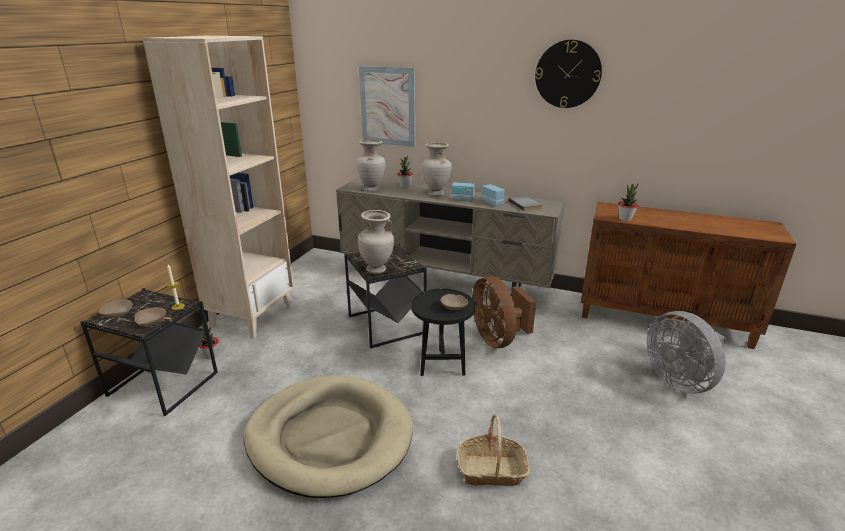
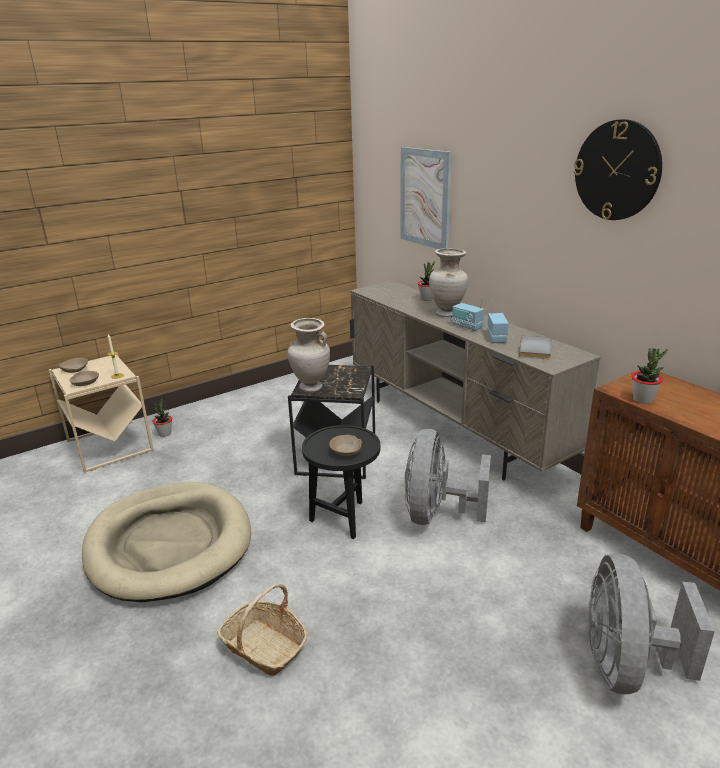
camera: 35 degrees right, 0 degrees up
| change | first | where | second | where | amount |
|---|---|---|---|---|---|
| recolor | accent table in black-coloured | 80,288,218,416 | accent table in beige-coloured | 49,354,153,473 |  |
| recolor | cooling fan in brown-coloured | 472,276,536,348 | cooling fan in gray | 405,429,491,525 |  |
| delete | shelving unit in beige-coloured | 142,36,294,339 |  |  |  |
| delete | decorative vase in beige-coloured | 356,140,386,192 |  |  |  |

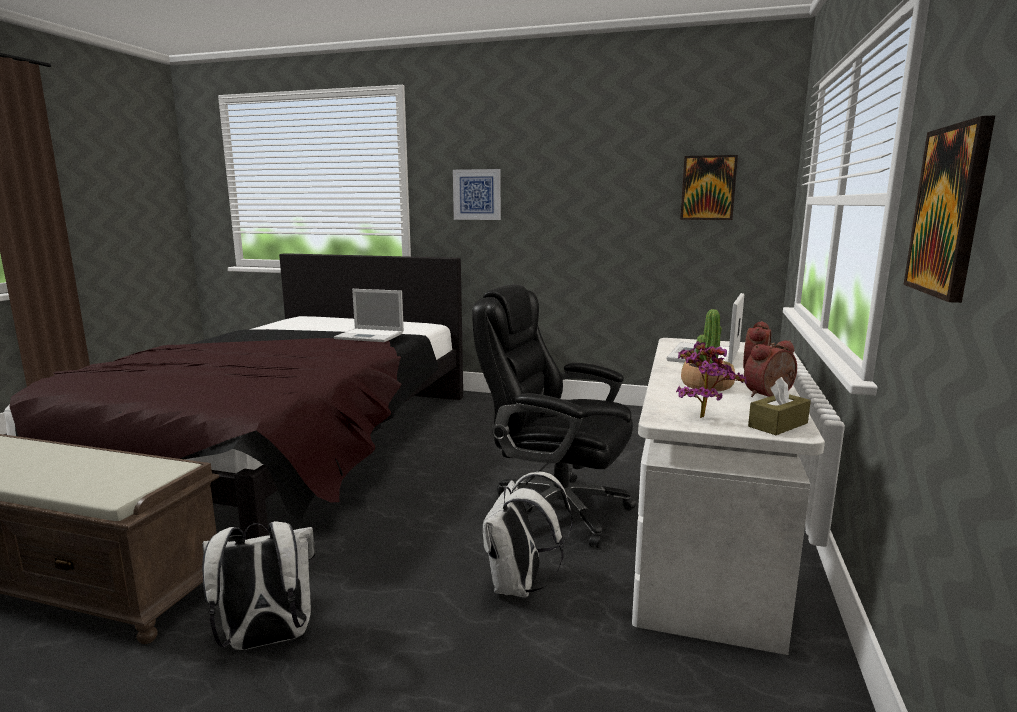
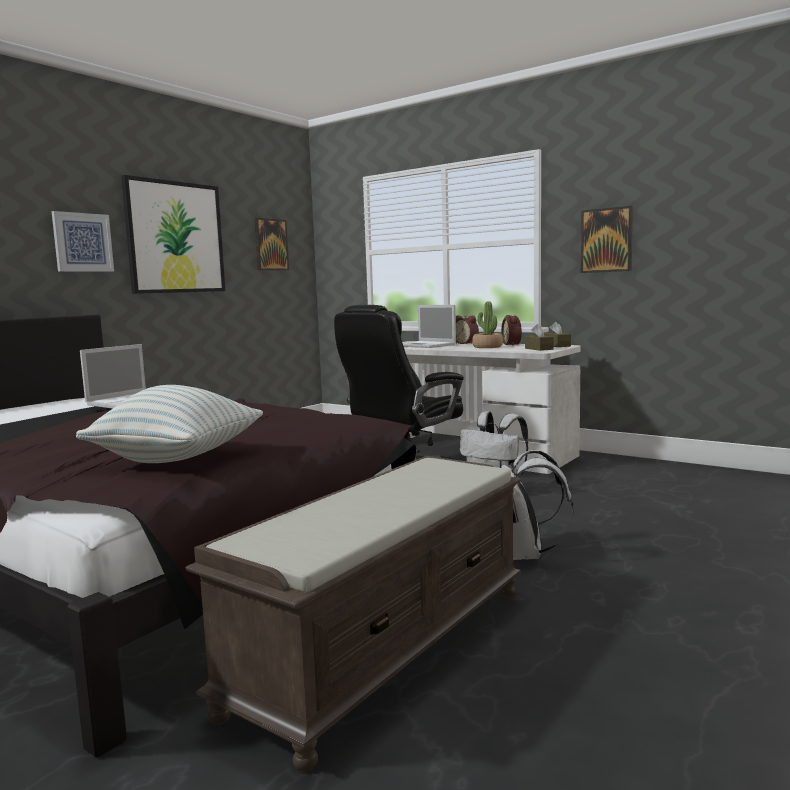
camera: 70 degrees left, 5 degrees down
| change | first | where | second | where | amount |
|---|---|---|---|---|---|
| insert |  |  | pillow | 76,385,263,463 |  |
| insert |  |  | wall picture | 121,175,225,294 |  |
| replace | plant in a pot | 676,341,747,418 | tissue box in brown-coloured | 525,324,554,351 |  |

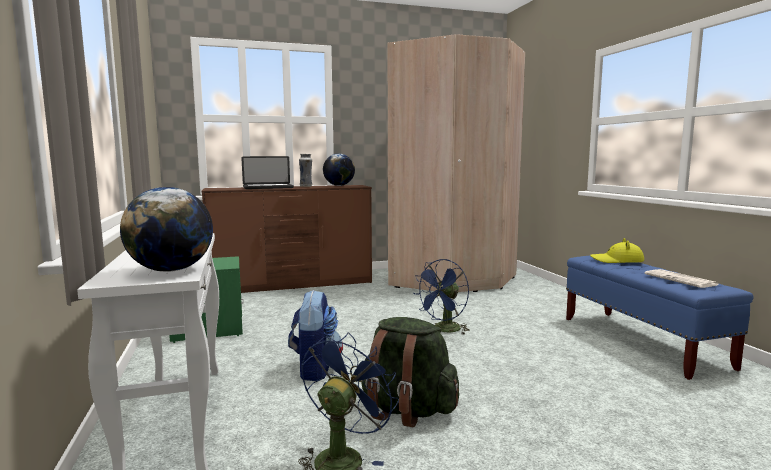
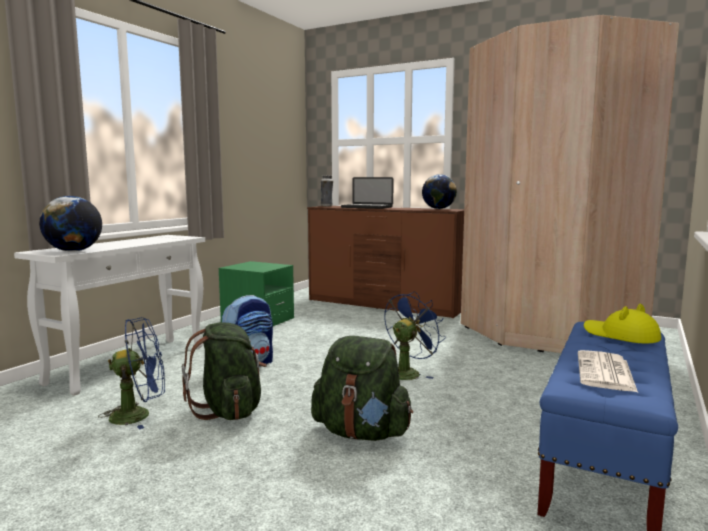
camera: 45 degrees right, 0 degrees up
| change | first | where | second | where | amount |
|---|---|---|---|---|---|
| insert |  |  | rucksack in green-coloured | 311,336,413,441 |  |
| move | decorative vase | 299,154,312,187 |  | 321,175,333,206 |  |
| rotate | cooling fan in blue | 414,259,470,335 |  | 384,291,446,380 | 135 degrees clockwise |

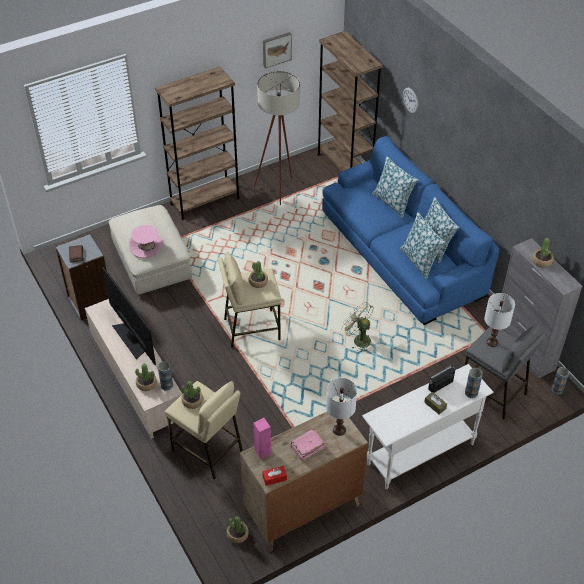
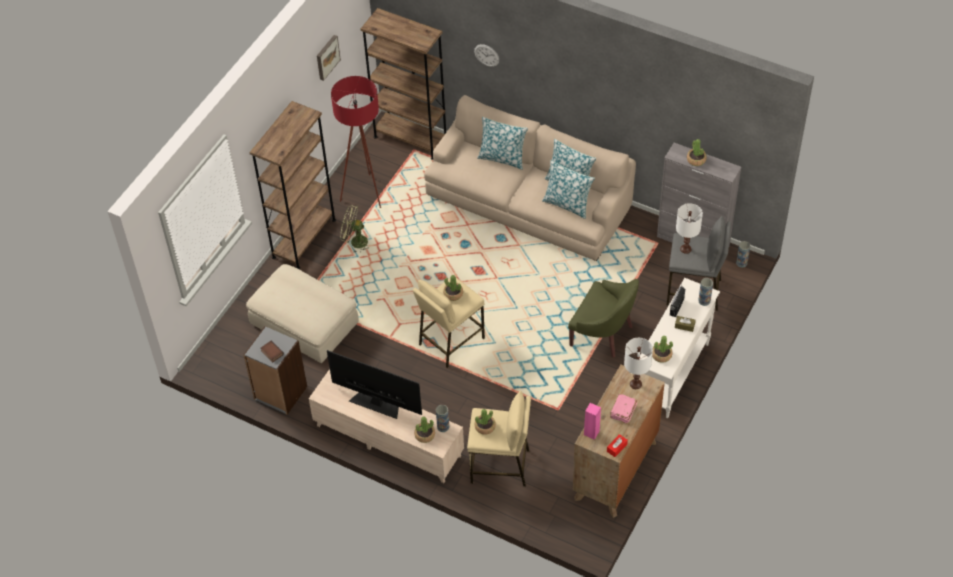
camera: 30 degrees left, 5 degrees up
| change | first | where | second | where | amount |
|---|---|---|---|---|---|
| recolor | standing lamp in beige-coloured | 254,71,300,205 | standing lamp in reddish | 331,76,381,208 |  |
| move | cooling fan in green-coloured | 342,302,373,351 |  | 340,205,369,253 |  |
| recolor | couch in blue | 322,136,499,325 | couch in beige-coloured | 424,95,636,261 |  |
| insert |  |  | lounge chair in green-coloured | 568,279,639,358 |  |
| move | plant in a pot | 227,516,249,543 |  | 652,336,673,363 |  |
| delete | clothing hat in pink-coloured | 129,225,164,258 |  |  |  |

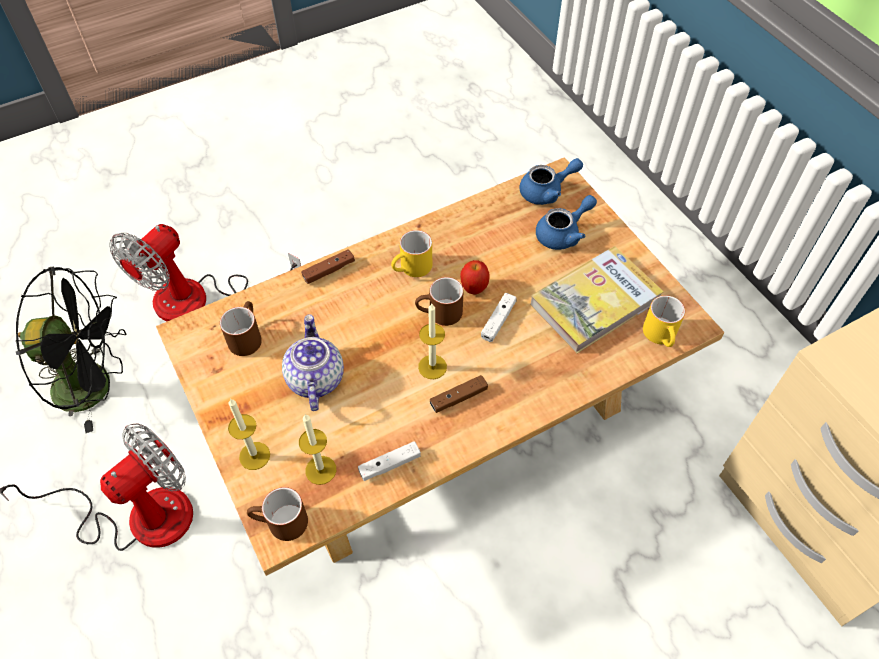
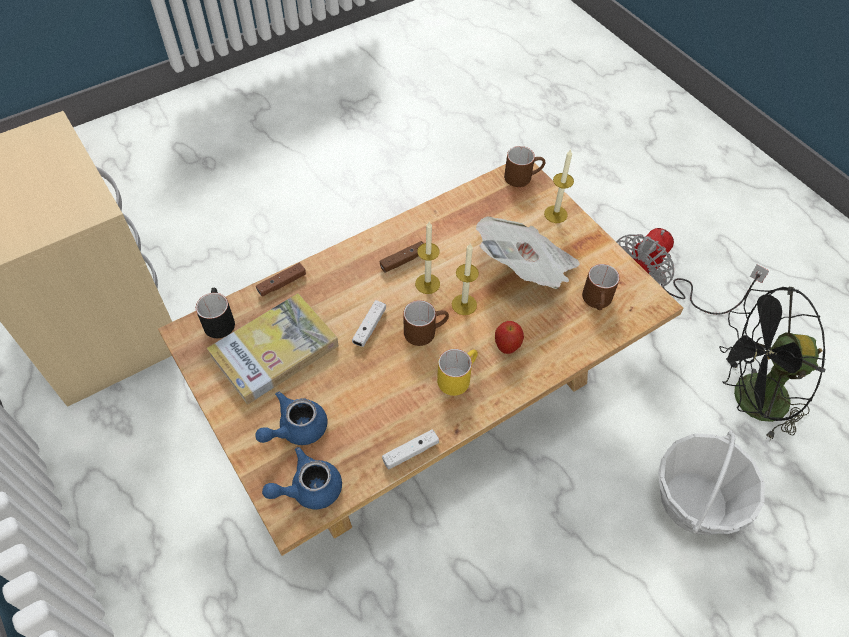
camera: 175 degrees right, 0 degrees up
| change | first | where | second | where | amount |
|---|---|---|---|---|---|
| recolor | tea mug in yellow-coloured | 643,295,685,347 | tea mug in black-coloured | 196,288,235,338 |  |
| move | game controller in brown-coloured | 301,249,355,284 |  | 256,263,306,297 |  |
| move | game controller in whitish | 358,441,421,481 |  | 382,429,439,469 |  |
| move | wax light | 299,414,336,485 |  | 452,244,479,315 |  |
| replace | teapot | 282,315,344,411 | printed paper | 476,216,580,289 |  |
| move | apple fruit | 460,260,490,295 |  | 495,321,524,354 |  |
| replace | cooling fan | 109,224,301,321 | basket | 658,431,765,535 |  |

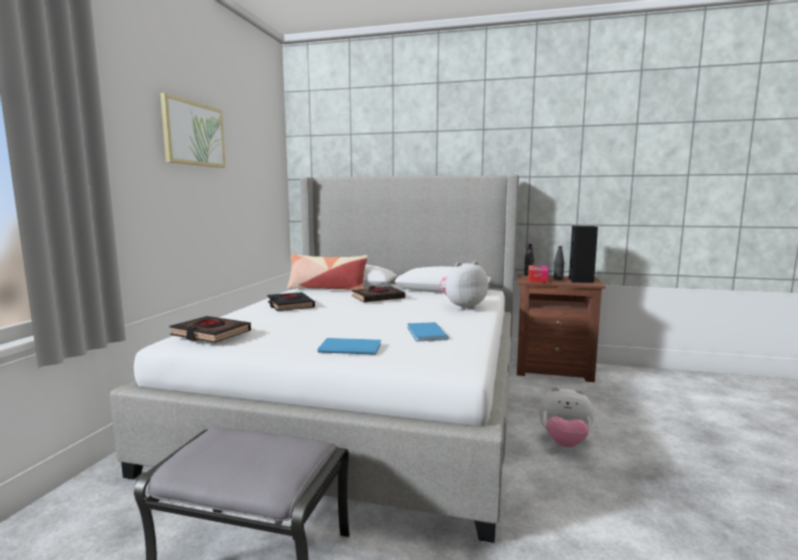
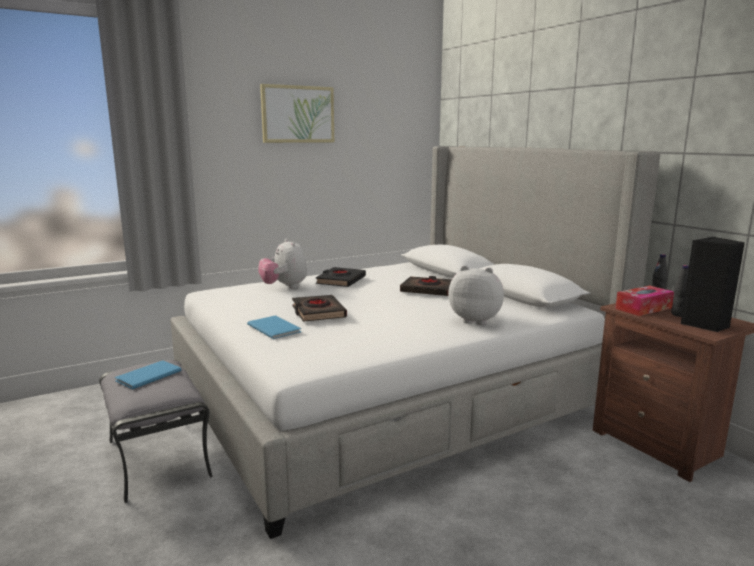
camera: 45 degrees right, 5 degrees up
| change | first | where | second | where | amount |
|---|---|---|---|---|---|
| move | volume in blue | 407,322,449,341 |  | 115,360,182,390 |  |
| move | plush toy | 539,386,594,447 |  | 258,239,307,288 |  |
| move | volume in black-coloured | 169,316,251,343 |  | 292,295,347,322 |  |
| delete | pillow | 287,254,368,290 |  |  |  |

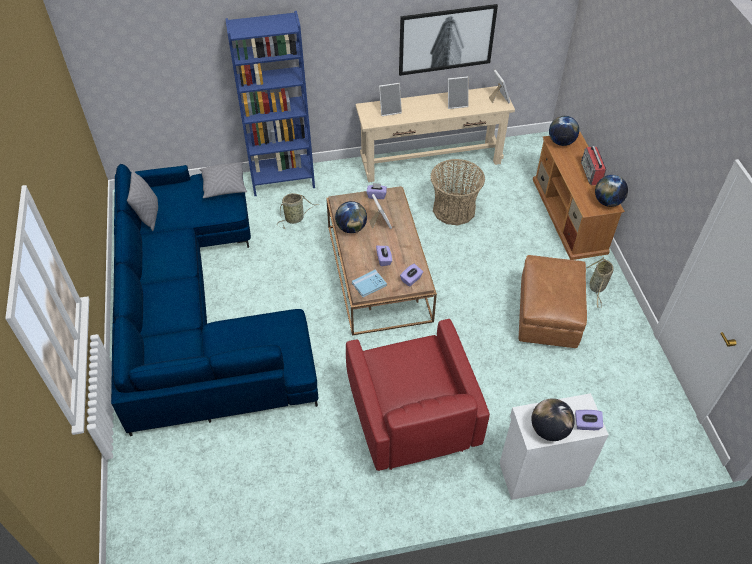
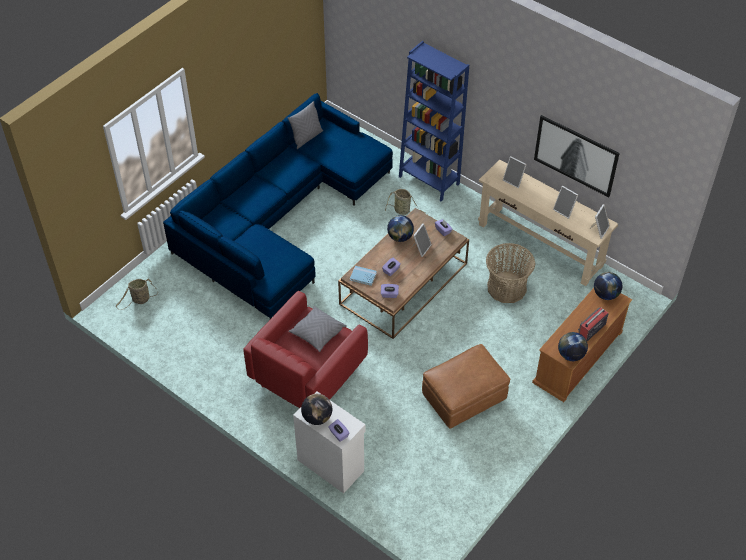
camera: 50 degrees right, 0 degrees up
| change | first | where | second | where | amount |
|---|---|---|---|---|---|
| move | basket | 586,257,614,308 |  | 115,279,158,310 |  |
| move | pillow in gray | 200,162,247,198 |  | 289,306,346,352 |  |

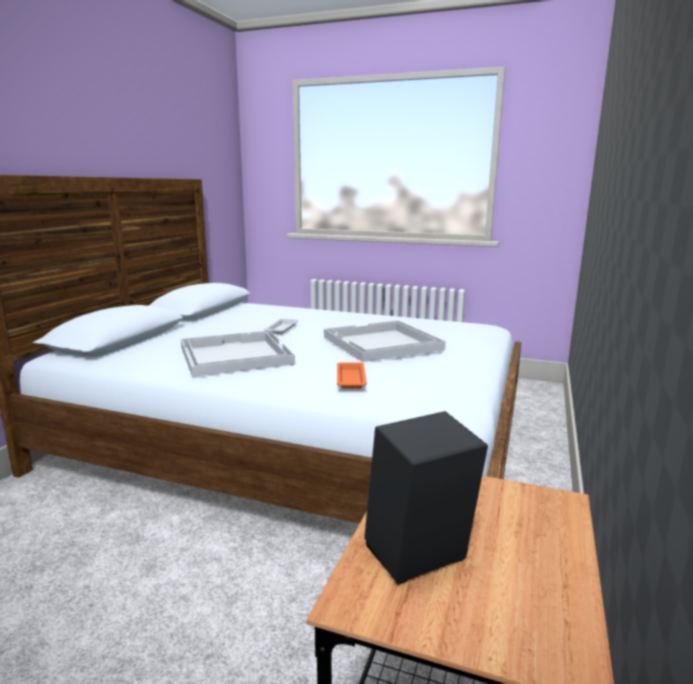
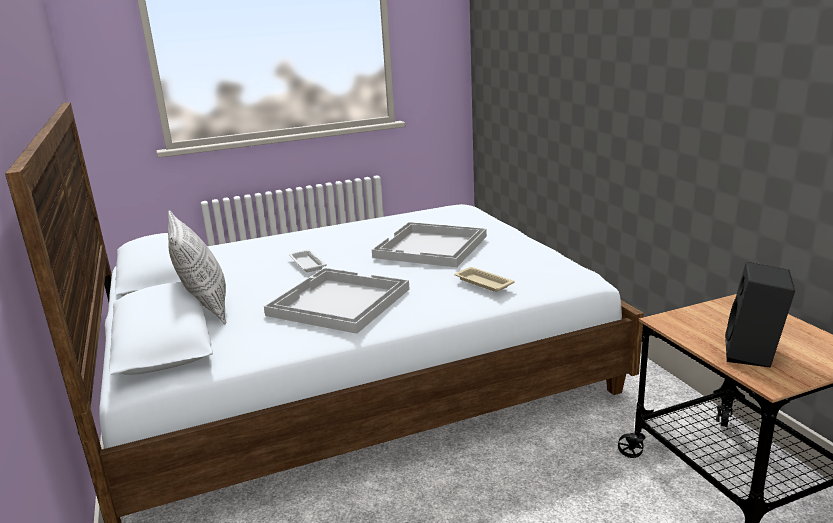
camera: 40 degrees left, 5 degrees up
| change | first | where | second | where | amount |
|---|---|---|---|---|---|
| insert |  |  | pillow | 168,210,226,324 |  |
| recolor | serving tray in orangey | 337,363,367,389 | serving tray in beige-coloured | 454,267,515,292 |  |

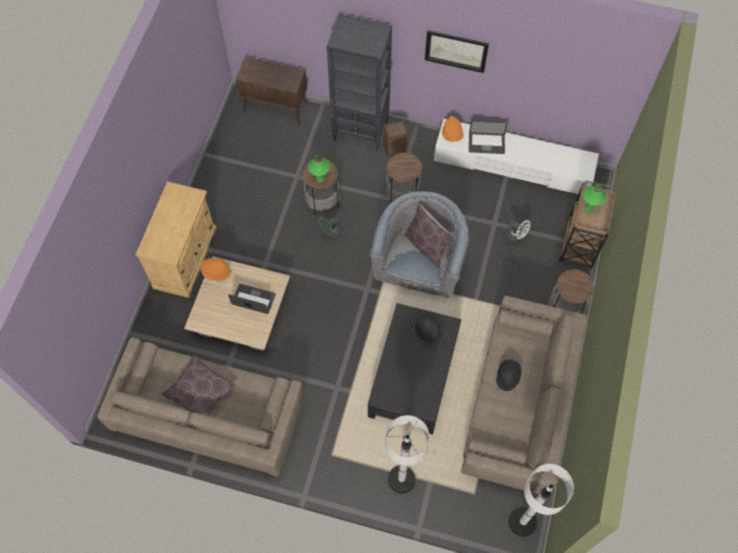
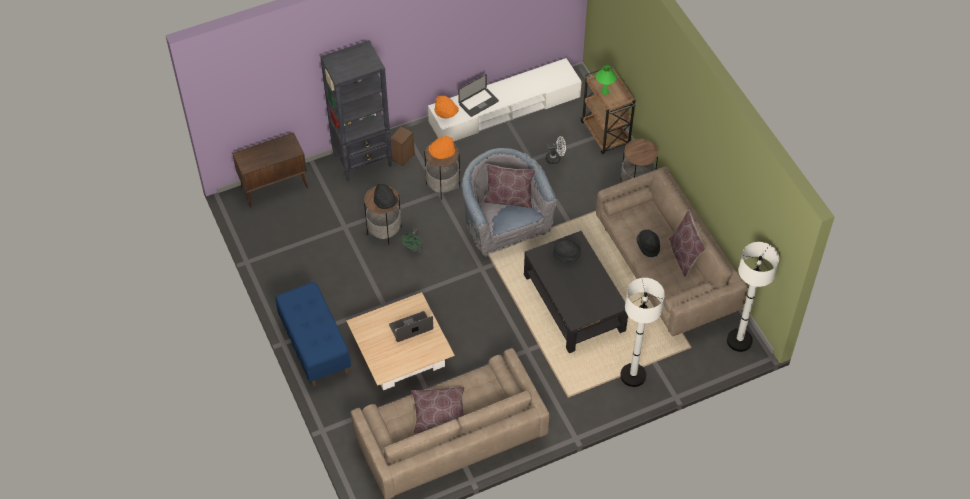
camera: 40 degrees left, 10 degrees down
| change | first | where | second | where | amount |
|---|---|---|---|---|---|
| replace | cupboard in beige-coloured | 135,181,217,298 | long seat in blue | 276,282,351,387 |  |
| replace | lamp for a table in green-coloured | 308,155,330,183 | clothing hat in black-coloured | 374,184,398,209 |  |
| move | clothing hat in orangey | 201,258,231,281 |  | 429,136,455,159 |  |
| insert |  |  | pillow in brown-coloured | 669,210,706,277 |  |
| delete | wall picture | 425,30,489,73 |  |  |  |

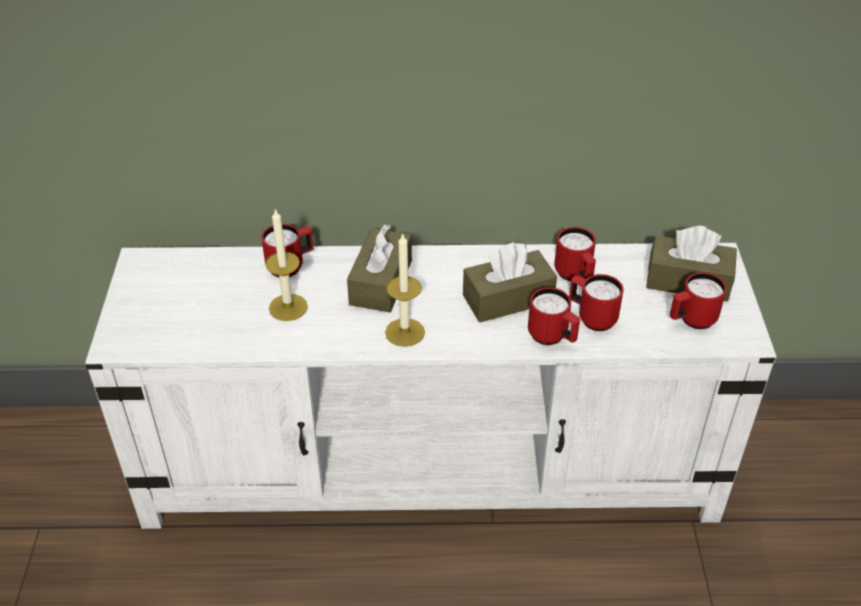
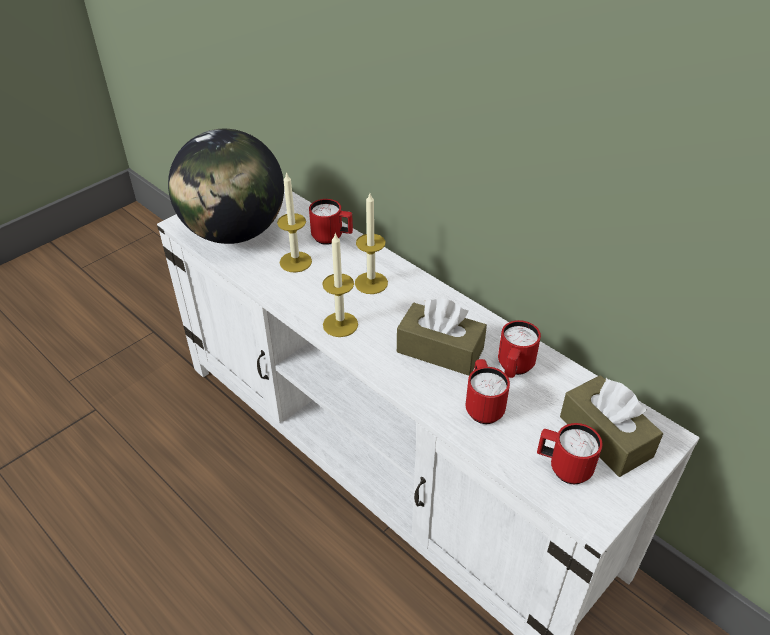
camera: 45 degrees right, 0 degrees up
| change | first | where | second | where | amount |
|---|---|---|---|---|---|
| insert |  |  | world globe | 168,129,284,244 |  |
| replace | tissue box in brown-coloured | 347,224,412,312 | wax light | 355,193,388,294 |  |
| delete | tea mug in reddish | 528,287,580,345 |  |  |  |

